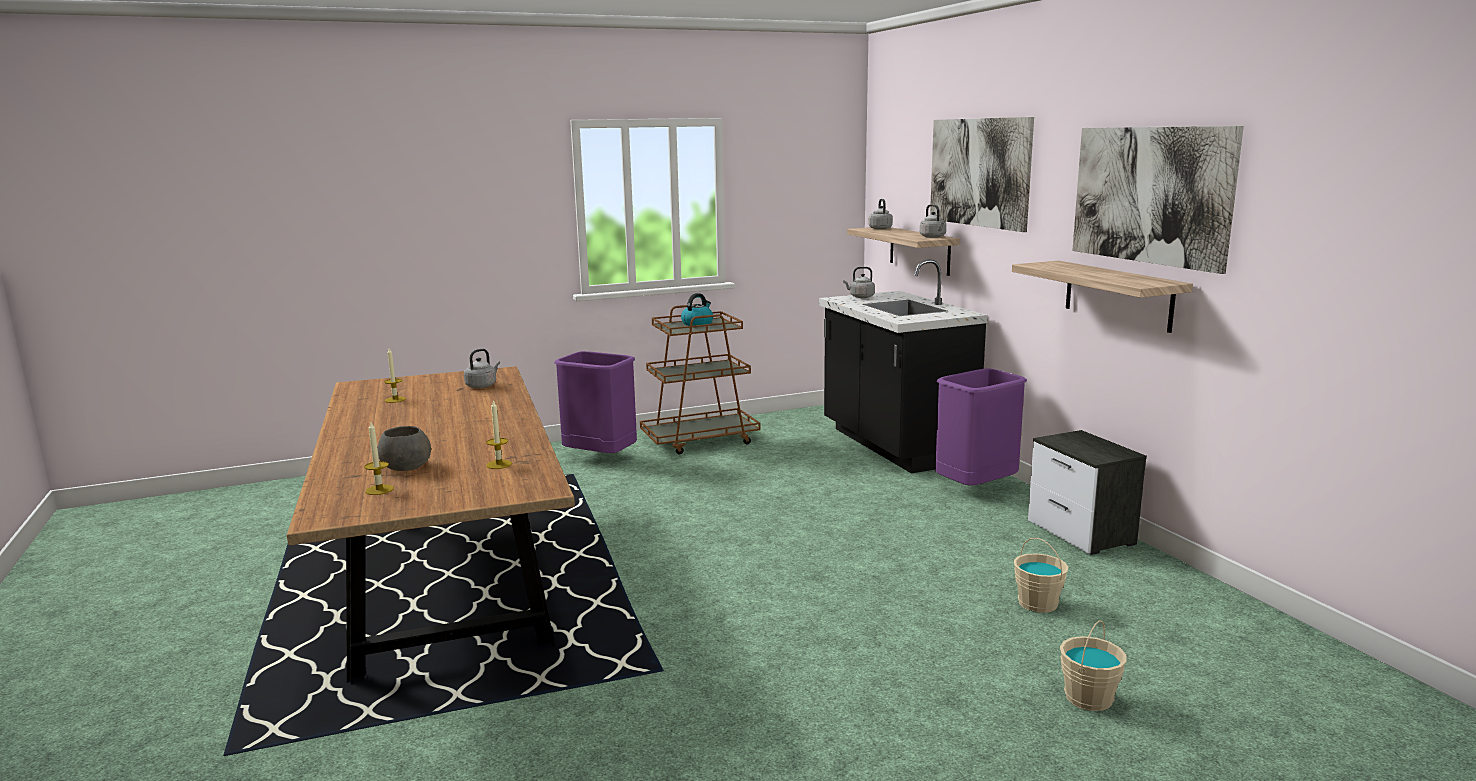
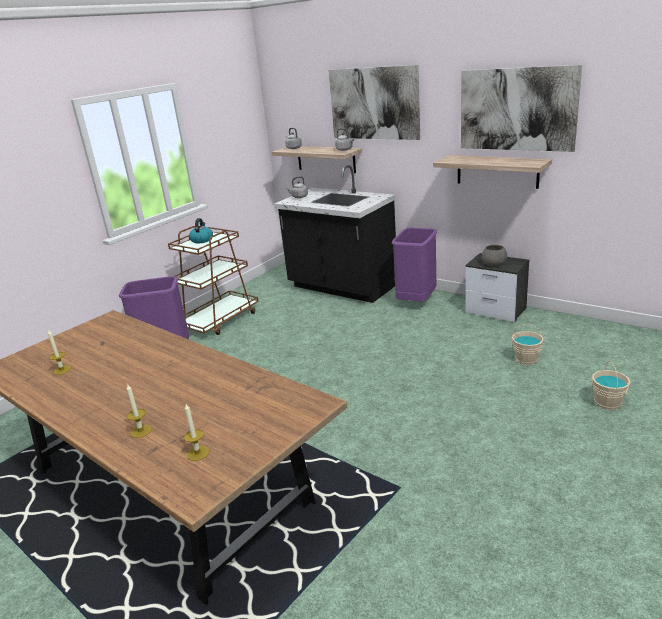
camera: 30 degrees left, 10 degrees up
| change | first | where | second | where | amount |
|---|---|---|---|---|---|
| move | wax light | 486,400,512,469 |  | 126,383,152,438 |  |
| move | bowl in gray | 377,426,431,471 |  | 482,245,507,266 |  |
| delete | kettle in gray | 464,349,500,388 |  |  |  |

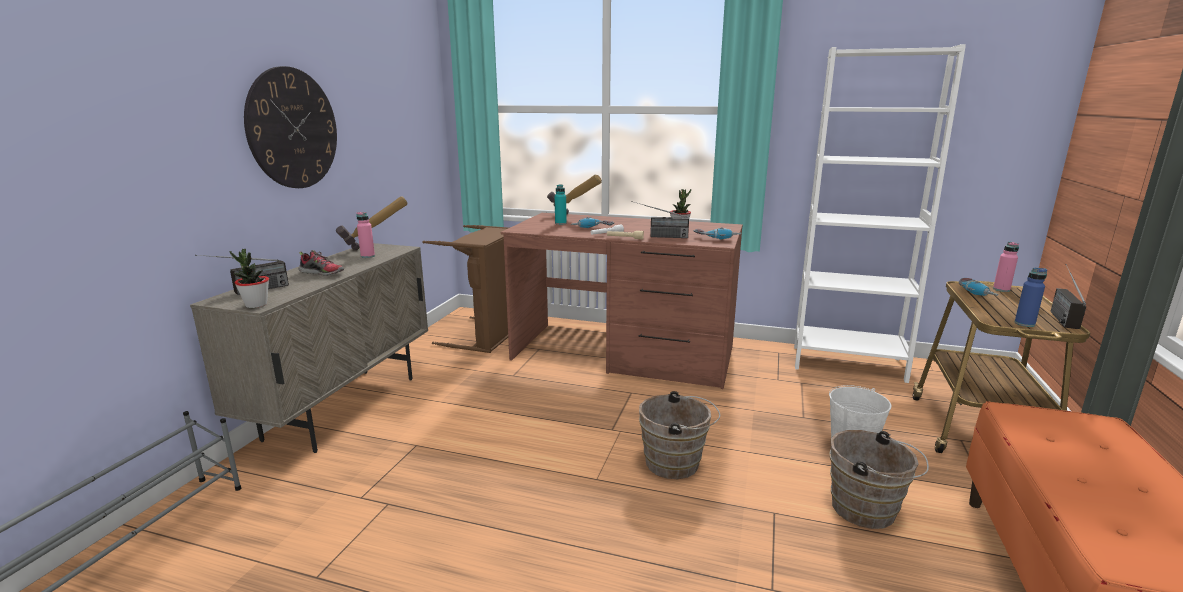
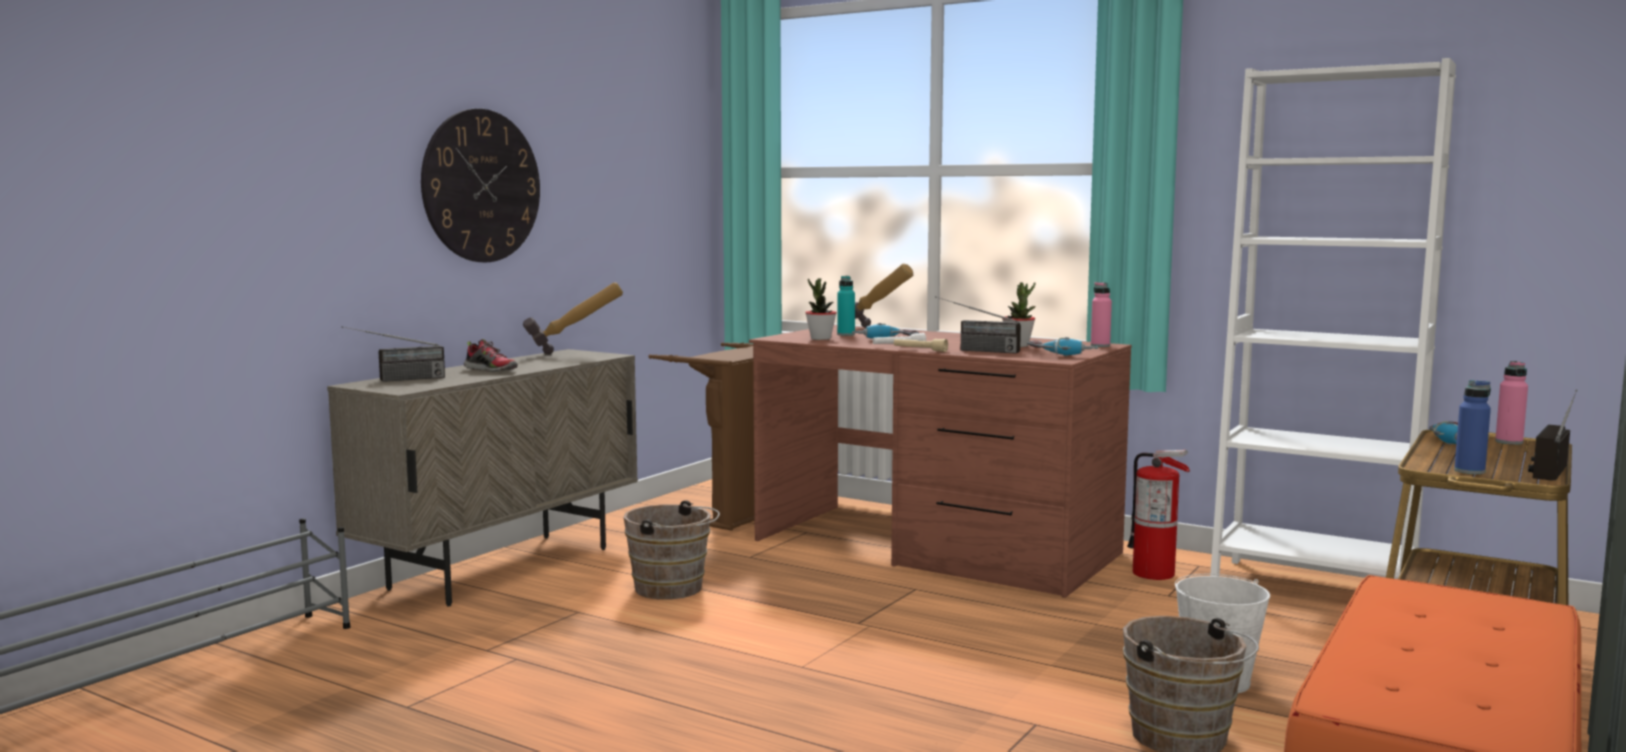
camera: 15 degrees right, 10 degrees down
| change | first | where | second | where | amount |
|---|---|---|---|---|---|
| move | water bucket in brown-coloured | 639,391,720,479 |  | 624,500,720,600 |  |
| move | plant in a pot | 229,249,269,308 |  | 805,278,837,340 |  |
| move | beverage bottle in pink-coloured | 356,212,375,258 |  | 1091,282,1112,347 |  |
| insert |  |  | extinguisher | 1127,450,1190,580 |  |

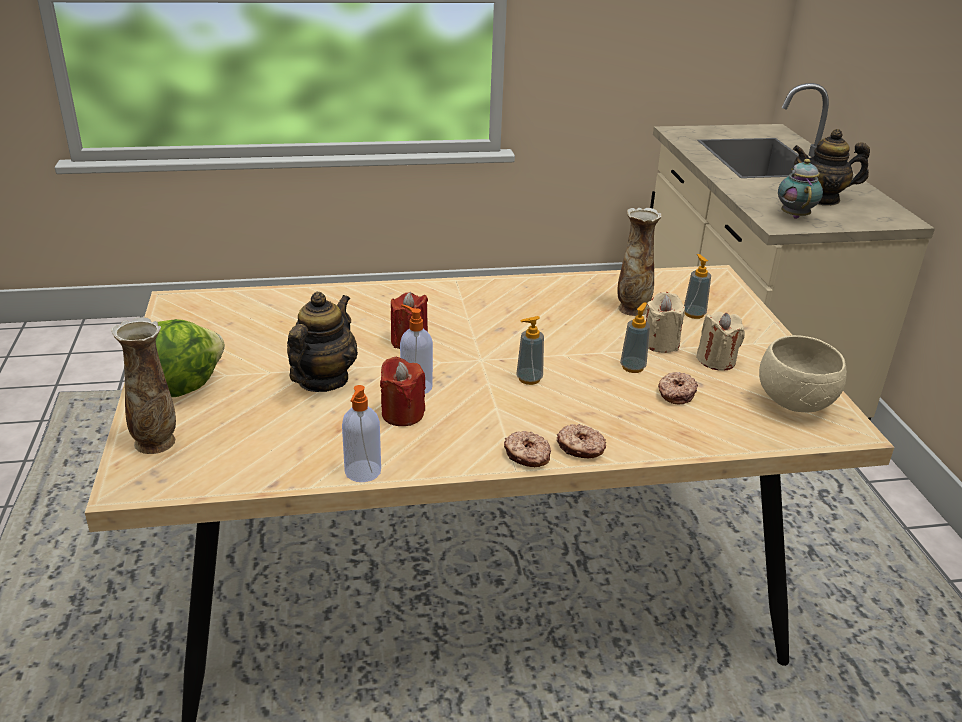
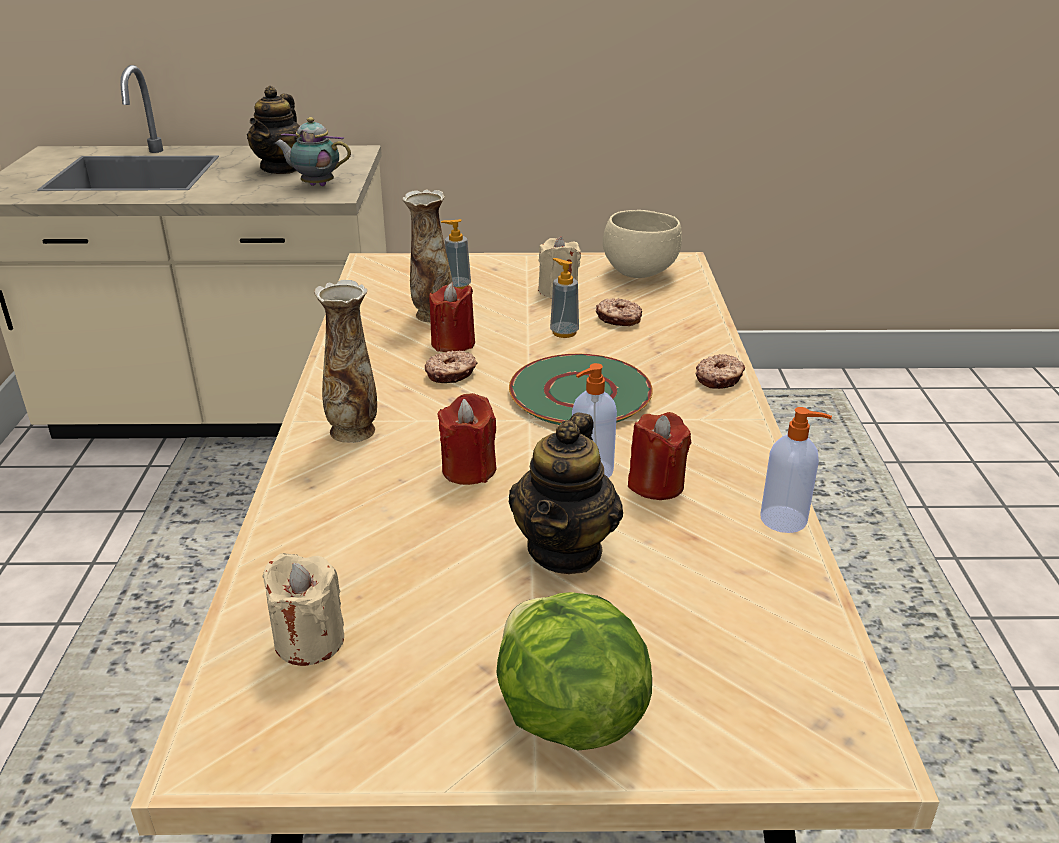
camera: 80 degrees left, 0 degrees up
| change | first | where | second | where | amount |
|---|---|---|---|---|---|
| move | wax light in beige-coloured | 646,292,685,353 |  | 262,553,344,666 |  |
| move | decorative vase | 111,317,176,454 |  | 314,280,377,443 |  |
| move | ring doughnut | 504,431,551,467 |  | 425,350,477,383 |  |
| insert |  |  | wax light in reddish | 429,282,475,352 |  |
| rotate | teapot | 287,292,358,392 |  | 508,412,623,574 | 105 degrees counterclockwise |
| replace | soap dispenser | 516,316,544,385 | flat dish in green-coloured | 509,354,653,425 |  |

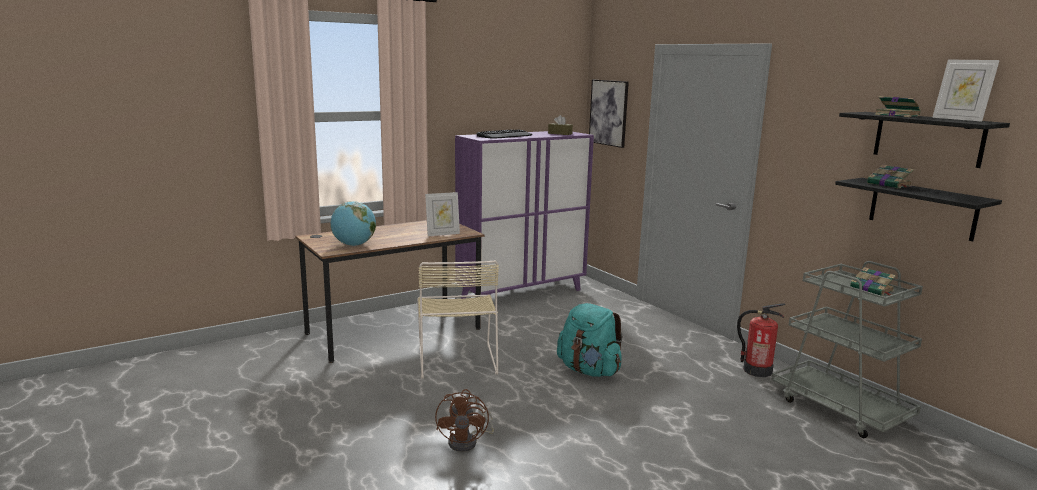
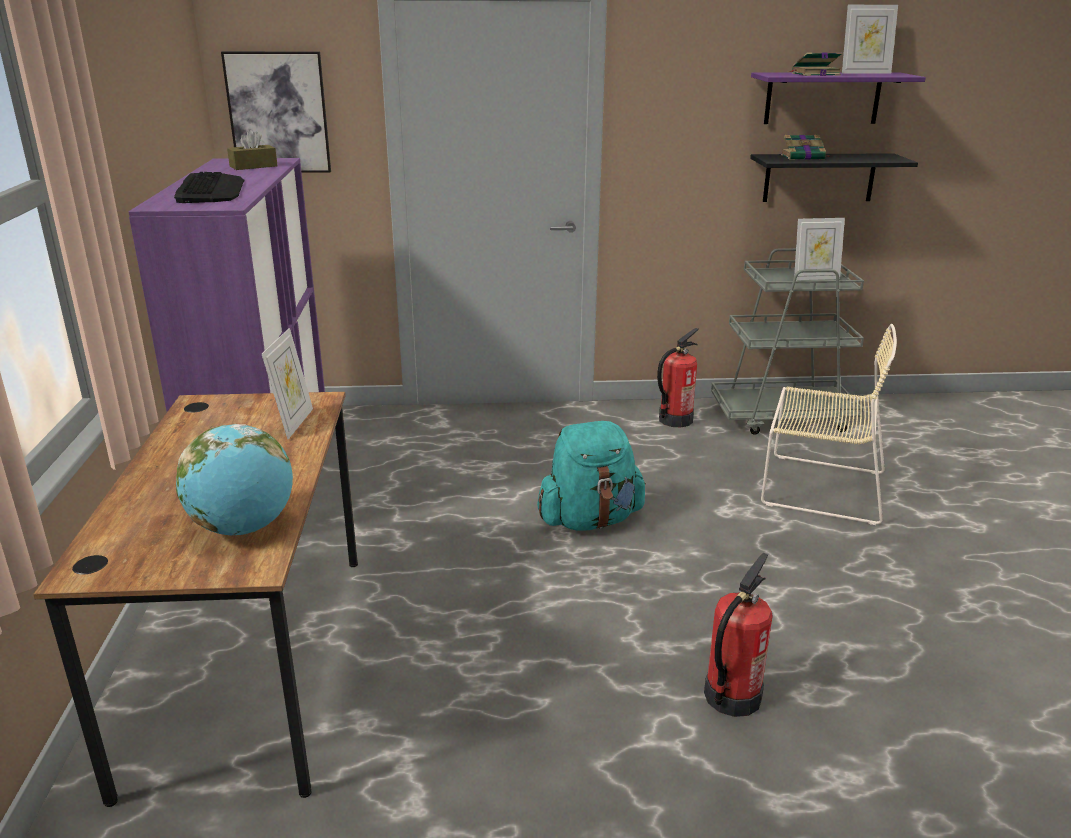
camera: 60 degrees left, 10 degrees up
| change | first | where | second | where | amount |
|---|---|---|---|---|---|
| replace | cooling fan in brown-coloured | 435,389,494,452 | extinguisher | 704,553,773,717 |  |
| recolor | wall shelf in black-coloured | 839,112,1010,168 | wall shelf in purplish | 751,73,926,124 |  |
| move | upright chair in beige-coloured | 417,260,499,379 |  | 761,324,897,525 |  |
| replace | volume | 850,267,896,296 | picture frame | 794,218,845,280 |  |

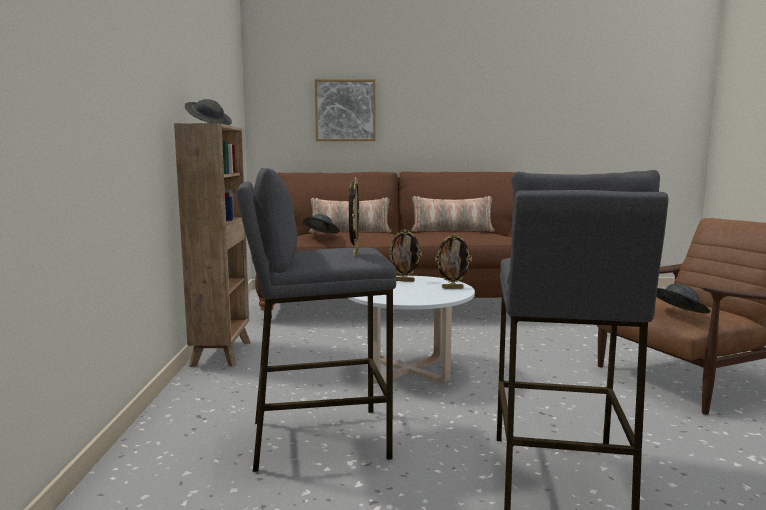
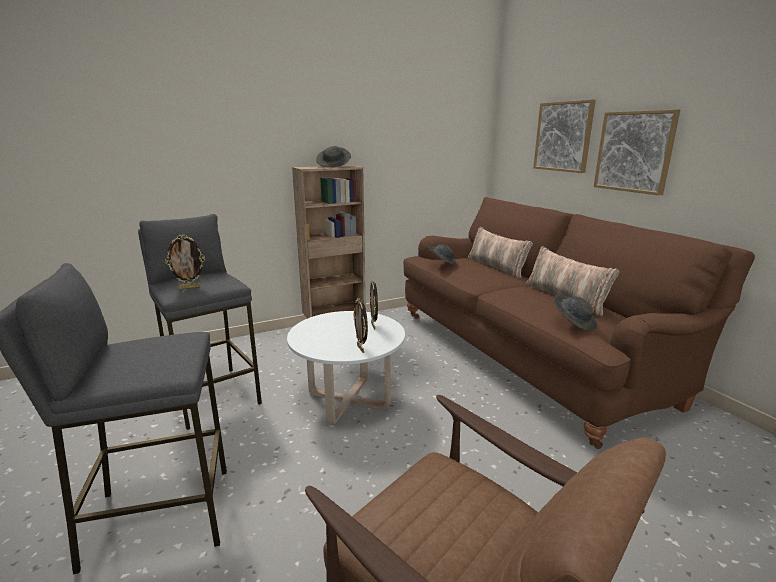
camera: 65 degrees right, 10 degrees up
| change | first | where | second | where | amount |
|---|---|---|---|---|---|
| move | clothing hat in gray | 656,284,710,314 |  | 554,294,597,331 |  |
| insert |  |  | wall picture | 594,110,680,196 |  |

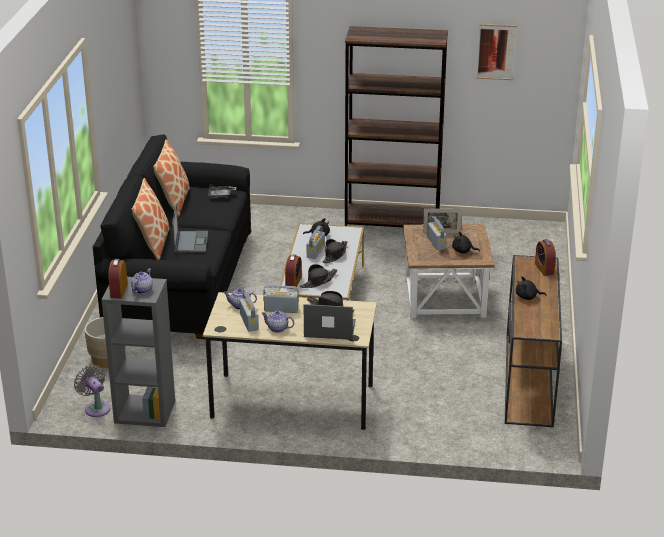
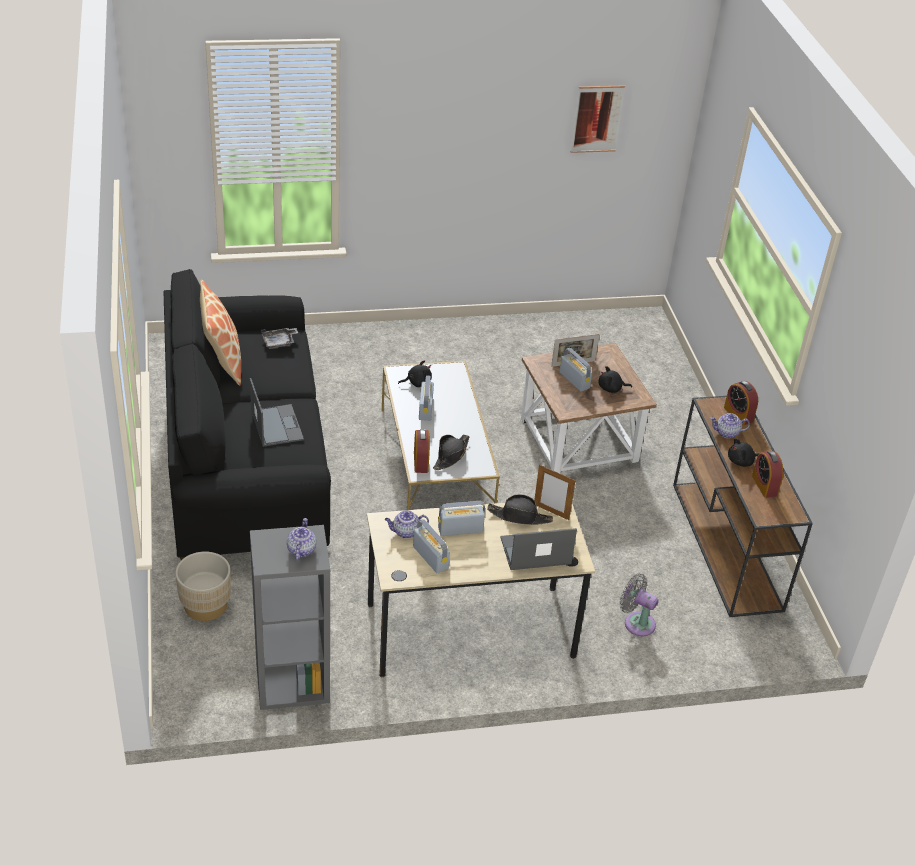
camera: 20 degrees left, 10 degrees up
| change | first | where | second | where | amount |
|---|---|---|---|---|---|
| insert |  |  | picture frame | 534,465,576,520 |  |
| move | cooling fan in gray | 74,365,110,417 |  | 619,574,659,636 |  |
| move | teapot | 261,311,294,333 |  | 710,413,750,438 |  |
| move | alarm clock | 108,259,128,299 |  | 752,451,783,498 |  |
| delete | pillow | 132,178,170,260 |  |  |  |
| delete | clothing hat in black-coloured | 323,239,347,263 |  |  |  |
| delete | shelving unit in brown-coloured | 345,26,448,227 |  |  |  |

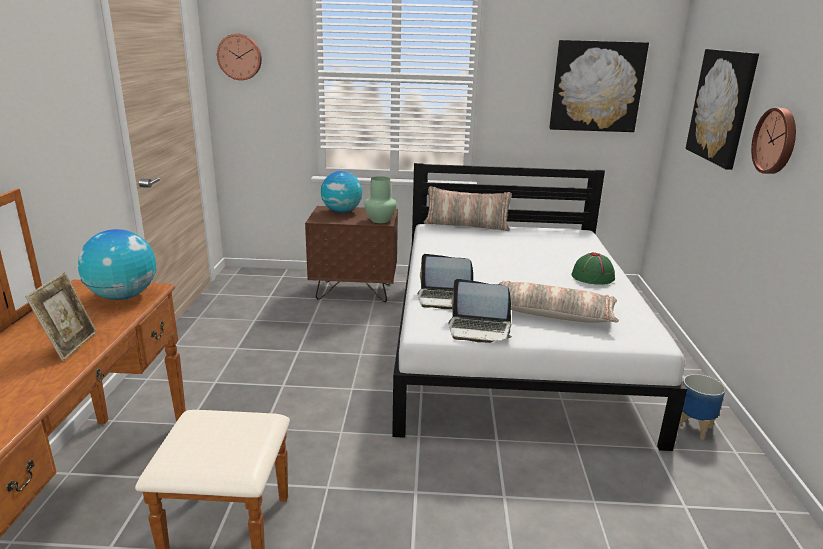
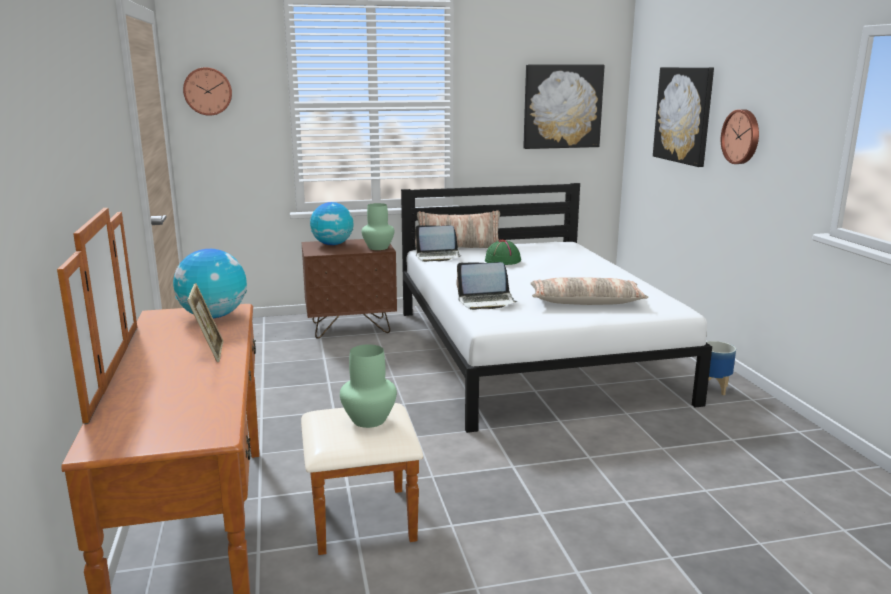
camera: 15 degrees left, 5 degrees down
| change | first | where | second | where | amount |
|---|---|---|---|---|---|
| insert |  |  | decorative vase in green-coloured | 340,344,397,428 |  |
| move | notebook computer | 449,279,512,343 |  | 415,225,460,262 |  |
| move | clothing hat in green-coloured | 571,252,615,285 |  | 485,239,521,265 |  |

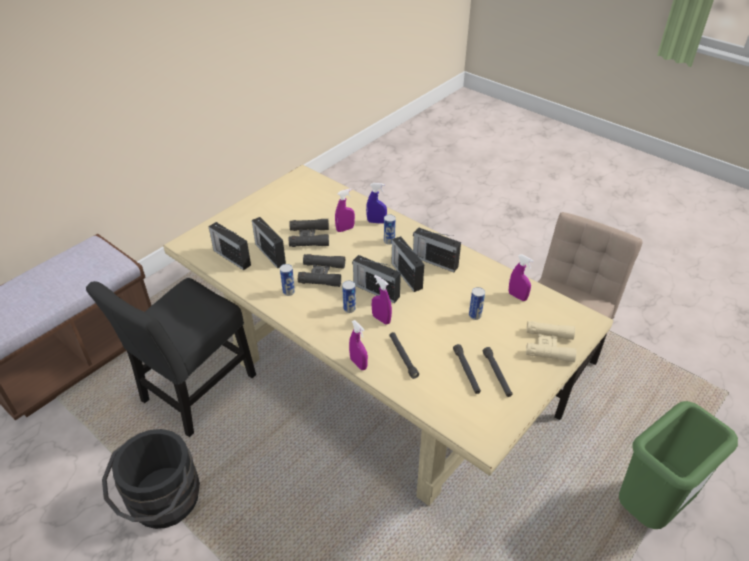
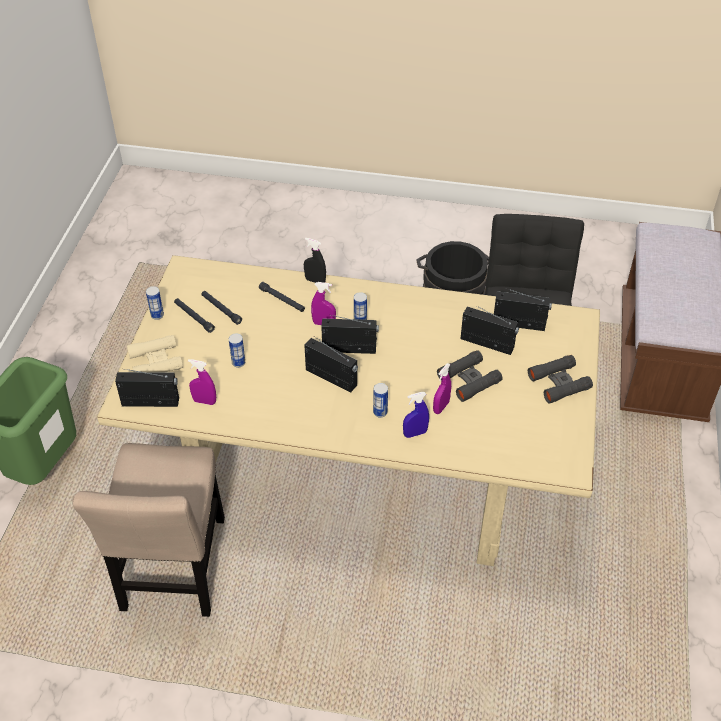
camera: 150 degrees right, 5 degrees up
| change | first | where | second | where | amount |
|---|---|---|---|---|---|
| move | radio set | 413,227,461,272 |  | 115,369,179,407 |  |
| move | can | 280,264,295,296 |  | 146,286,164,320 |  |
| recolor | sprayer in purplish | 349,320,368,370 | sprayer in black-coloured | 304,238,326,283 |  |
| move | pair of binoculars in black-coloured | 298,254,345,287 |  | 528,355,593,404 |  |

